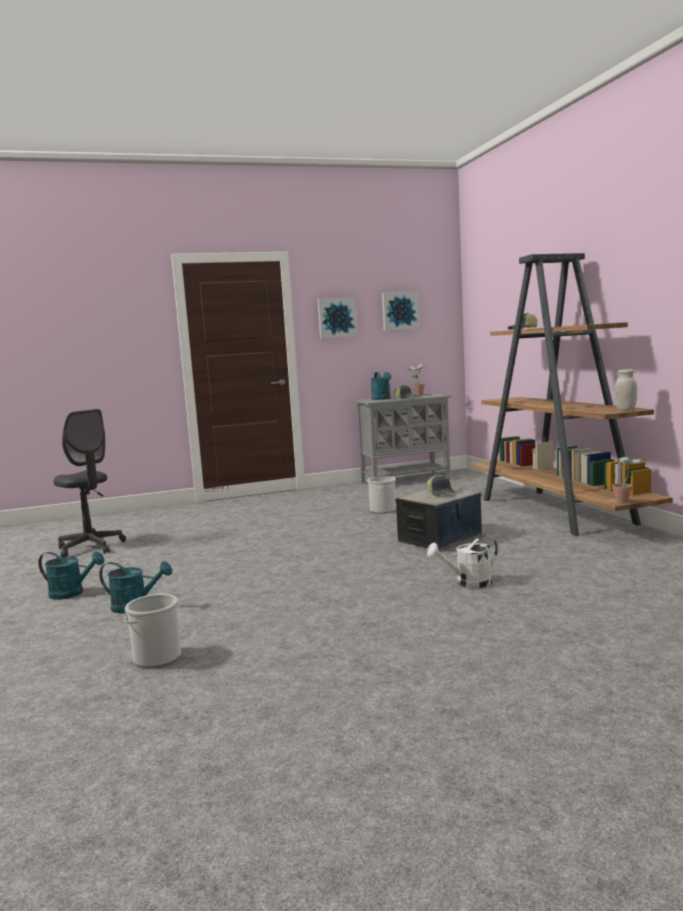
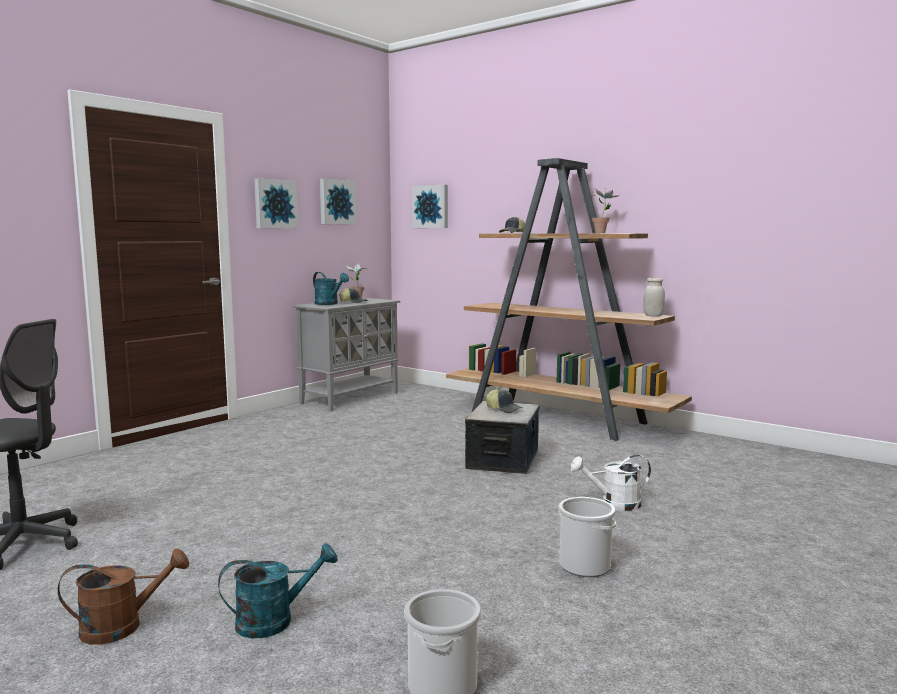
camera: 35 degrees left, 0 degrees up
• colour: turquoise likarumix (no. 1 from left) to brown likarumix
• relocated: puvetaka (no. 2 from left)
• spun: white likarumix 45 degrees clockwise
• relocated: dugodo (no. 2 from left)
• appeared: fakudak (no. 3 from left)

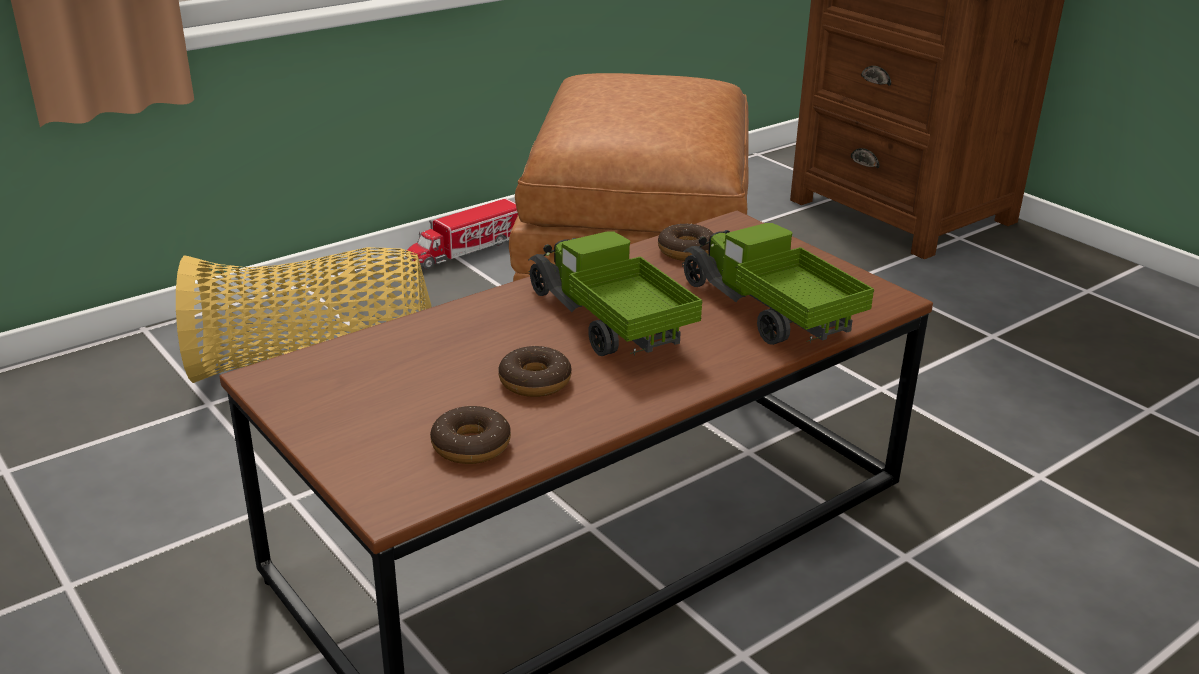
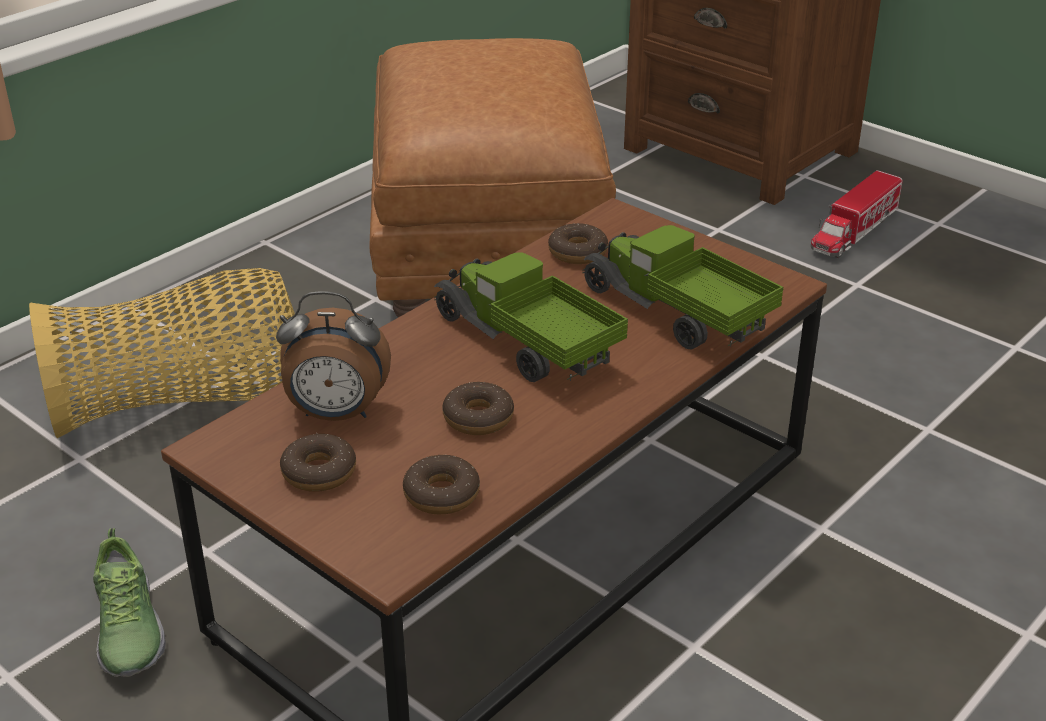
camera: 10 degrees left, 5 degrees up
• relocated: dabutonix (no. 1 from left in the first image) to dabutonix (no. 3 from left)
• appeared: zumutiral
• appeared: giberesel
• appeared: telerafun (no. 1 from left)

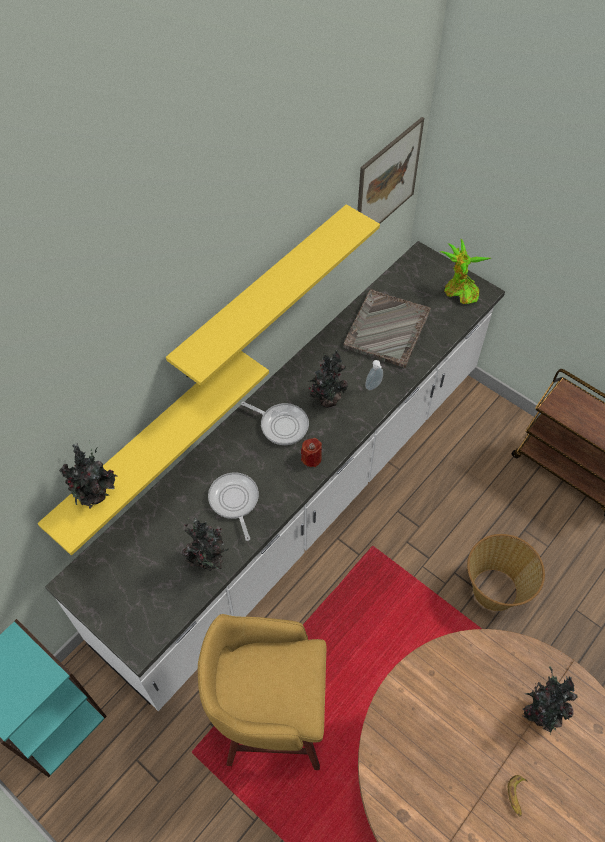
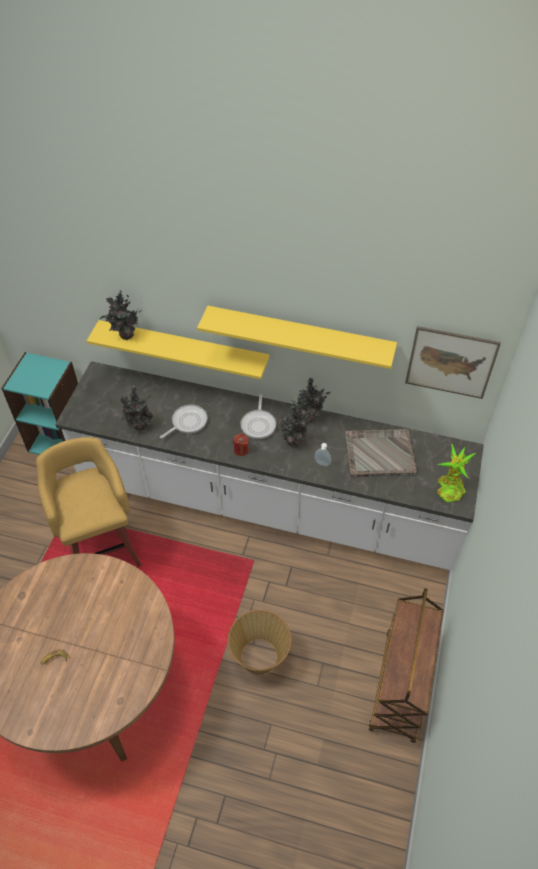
camera: 65 degrees right, 5 degrees down
• relocated: dugodo (no. 5 from left in the first image) to dugodo (no. 4 from left)

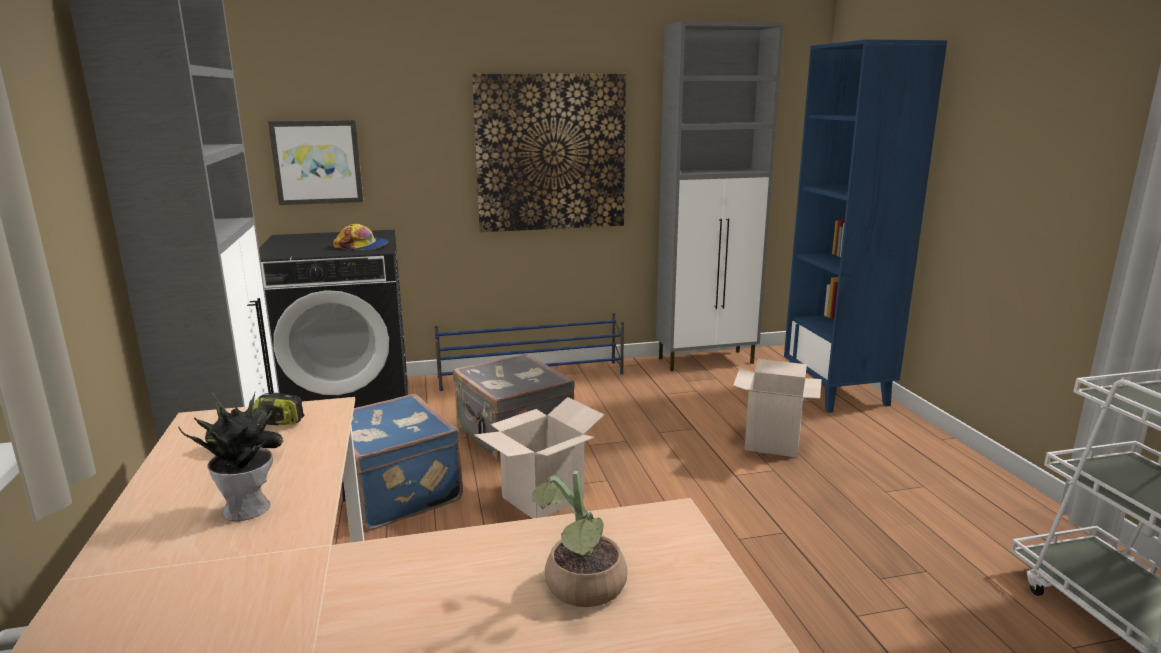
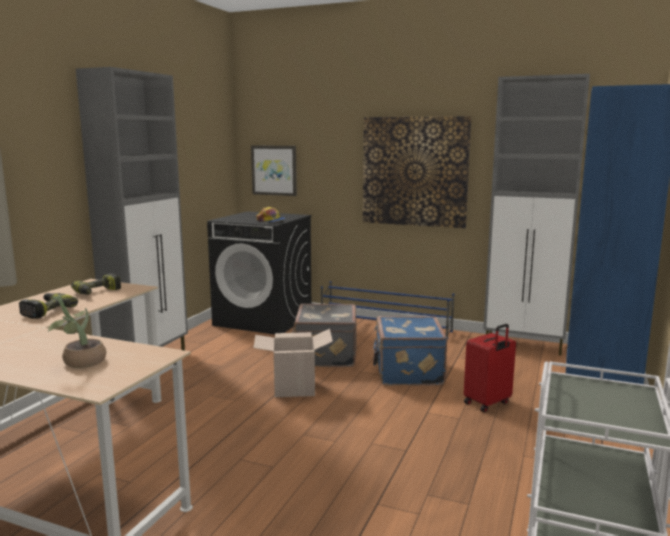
camera: 35 degrees right, 5 degrees down
• exchanged: dugodo (no. 1 from left) to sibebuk (no. 1 from left)
• relocated: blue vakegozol
• exchanged: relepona (no. 2 from left) to red vakegozol

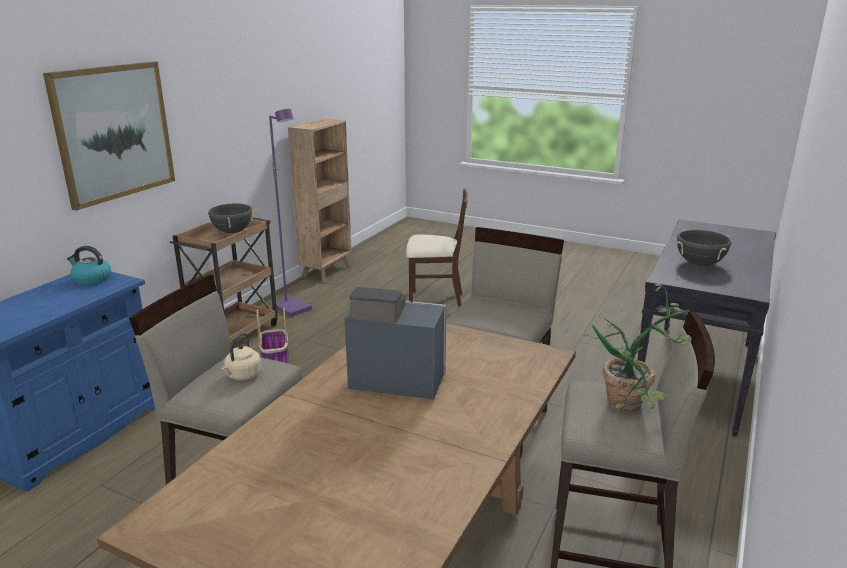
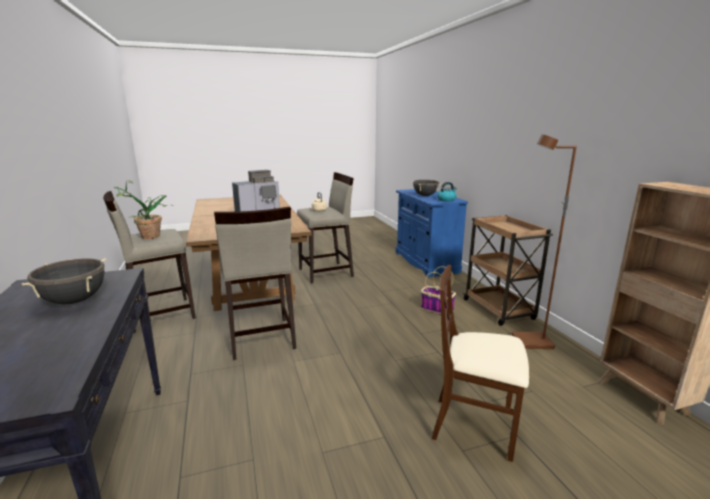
camera: 135 degrees right, 5 degrees down
• missing: fakudak
• relocated: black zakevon (no. 1 from left in the first image) to black zakevon (no. 2 from left)
• colour: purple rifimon to brown rifimon
• spun: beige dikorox 60 degrees clockwise

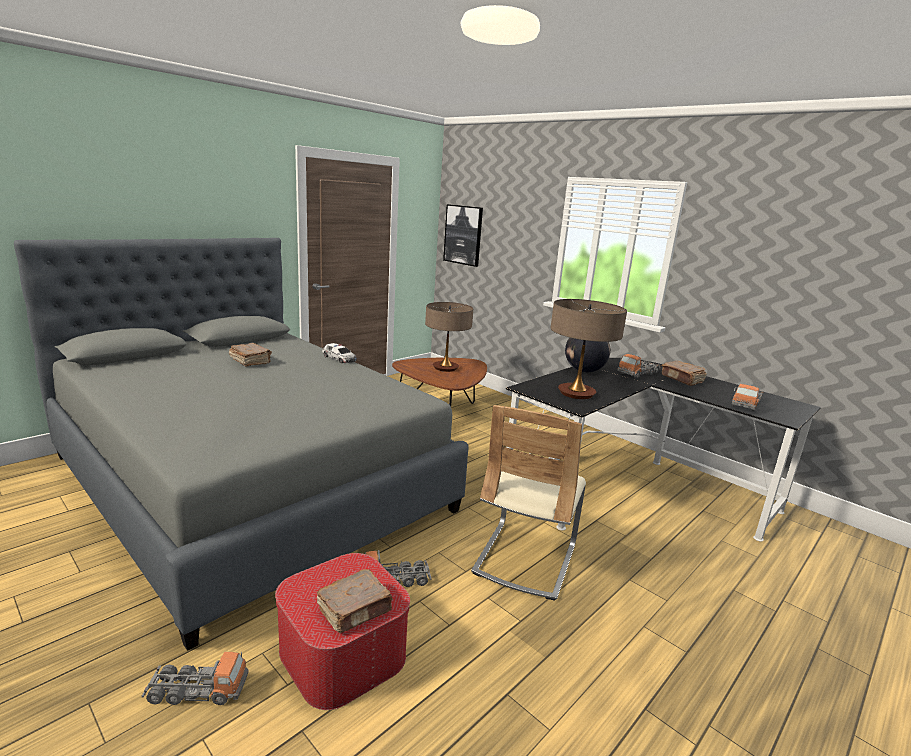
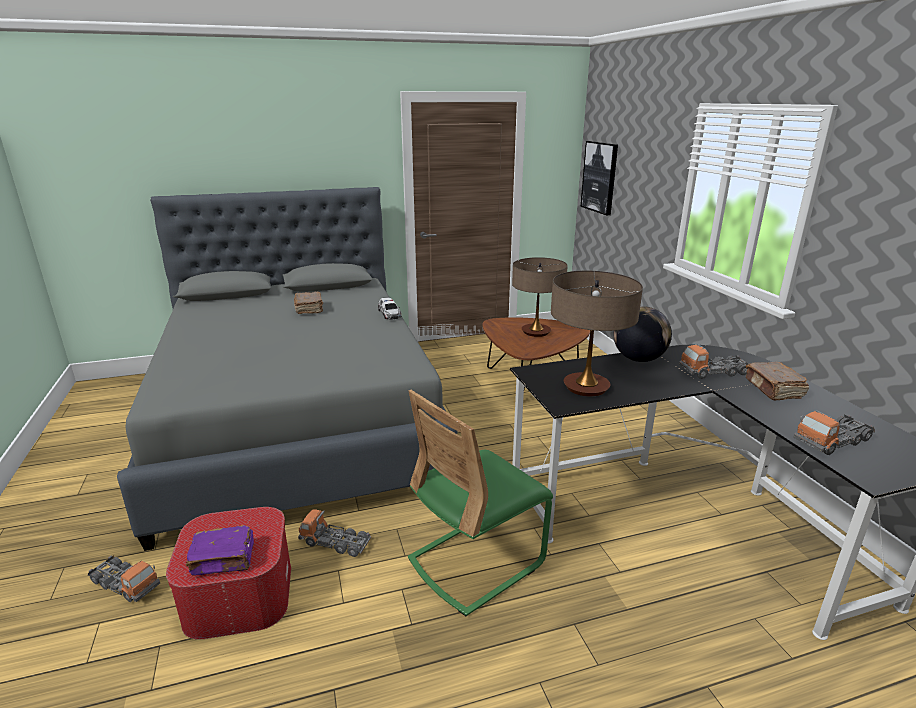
camera: 30 degrees right, 5 degrees up
• colour: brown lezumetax (no. 2 from left) to purple lezumetax
• colour: beige dikorox to green dikorox

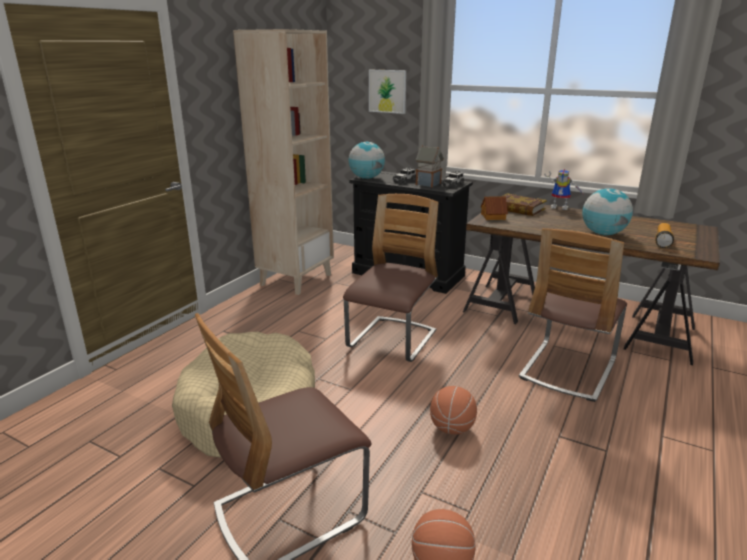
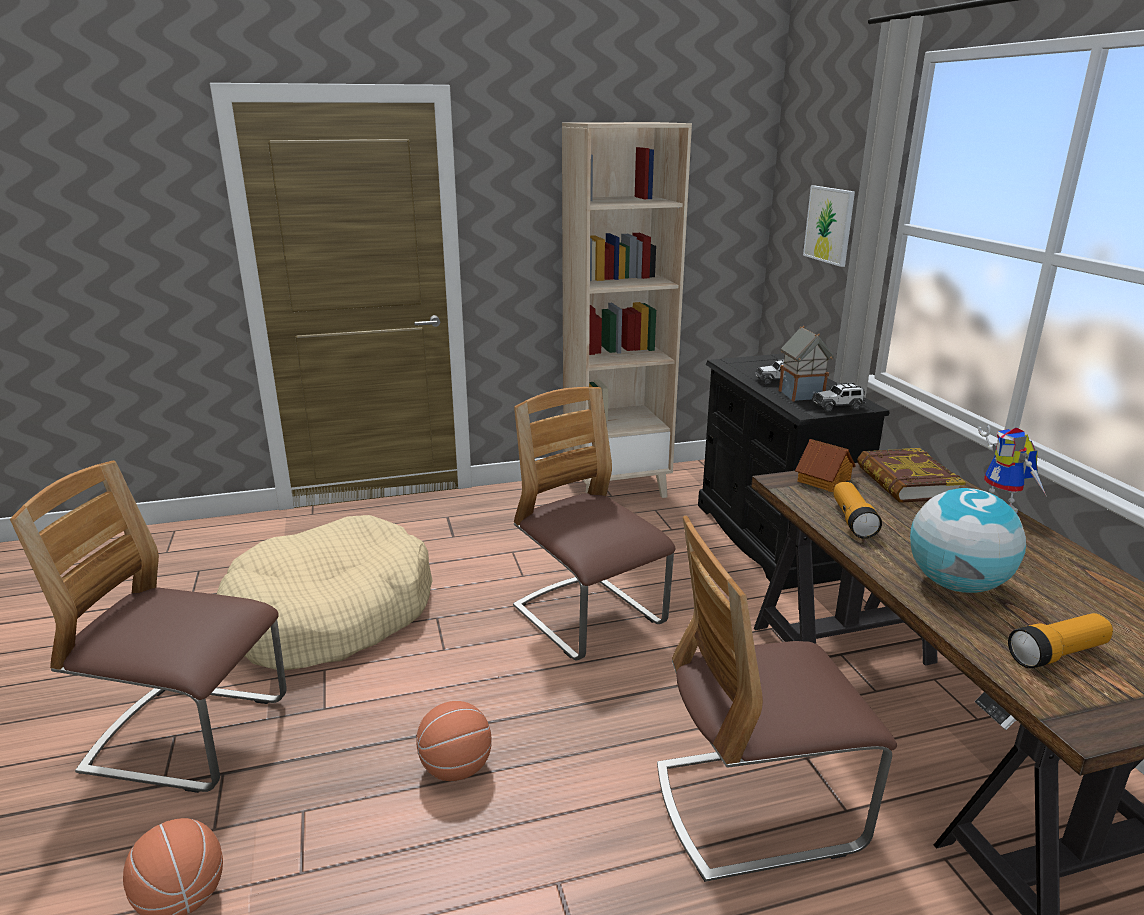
camera: 45 degrees right, 0 degrees up
• spun: dikorox (no. 2 from left) 105 degrees counterclockwise
• missing: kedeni (no. 1 from left)
• appeared: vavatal (no. 1 from left)

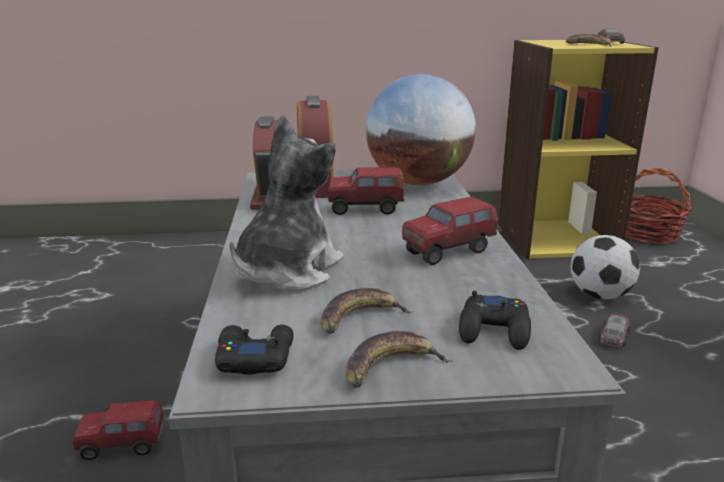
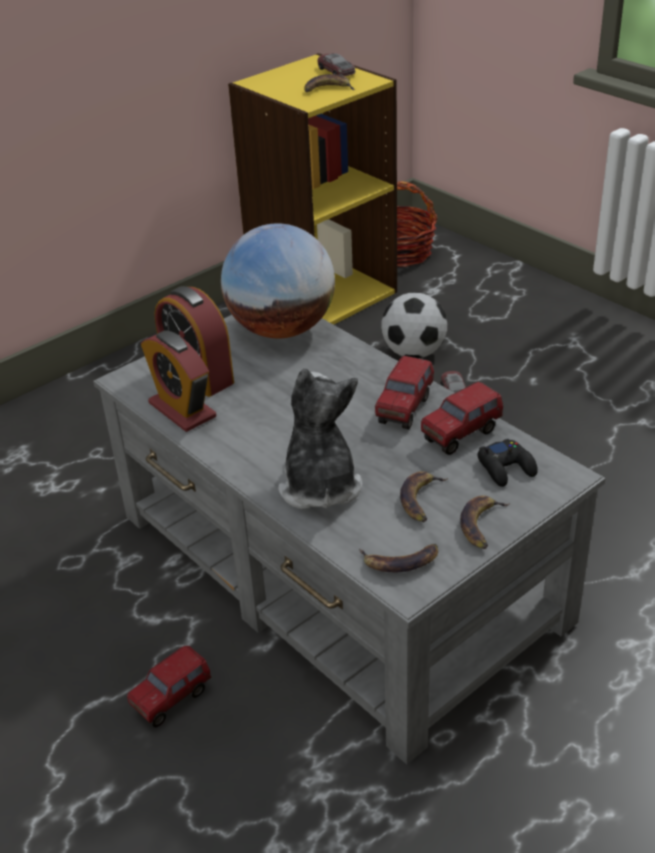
camera: 35 degrees left, 15 degrees up
• exchanged: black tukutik (no. 1 from left) to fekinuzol (no. 2 from left)
• relocated: dabutonix (no. 2 from left in the first image) to dabutonix (no. 3 from left)

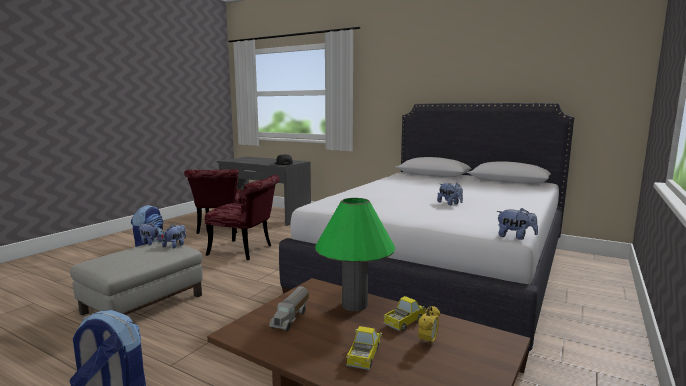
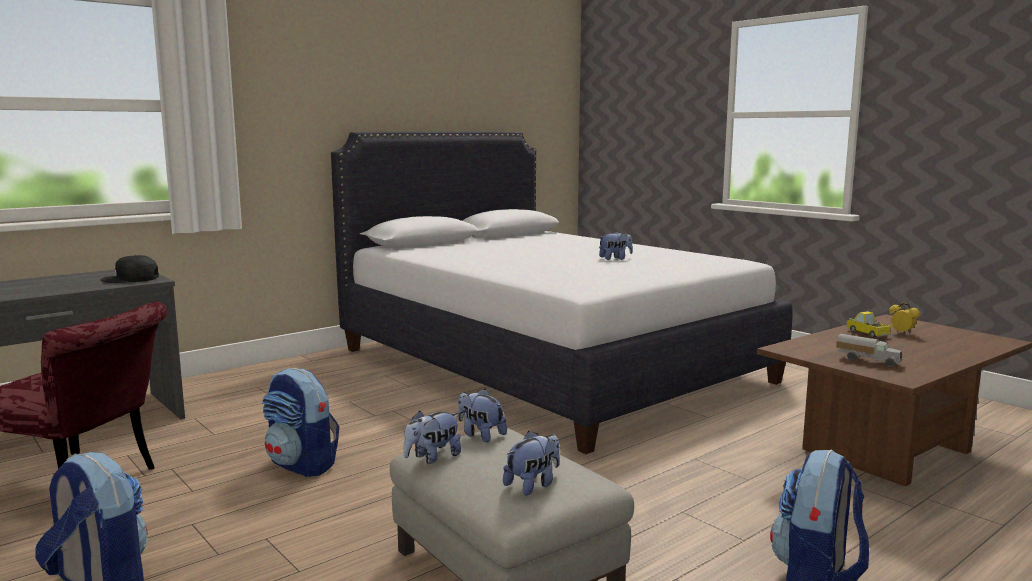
camera: 70 degrees left, 0 degrees up
• exchanged: red dikorox (no. 2 from left) to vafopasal (no. 2 from left)
• missing: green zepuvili
• missing: dabutonix (no. 2 from left)
• relocated: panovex (no. 4 from left in the first image) to panovex (no. 3 from left)

